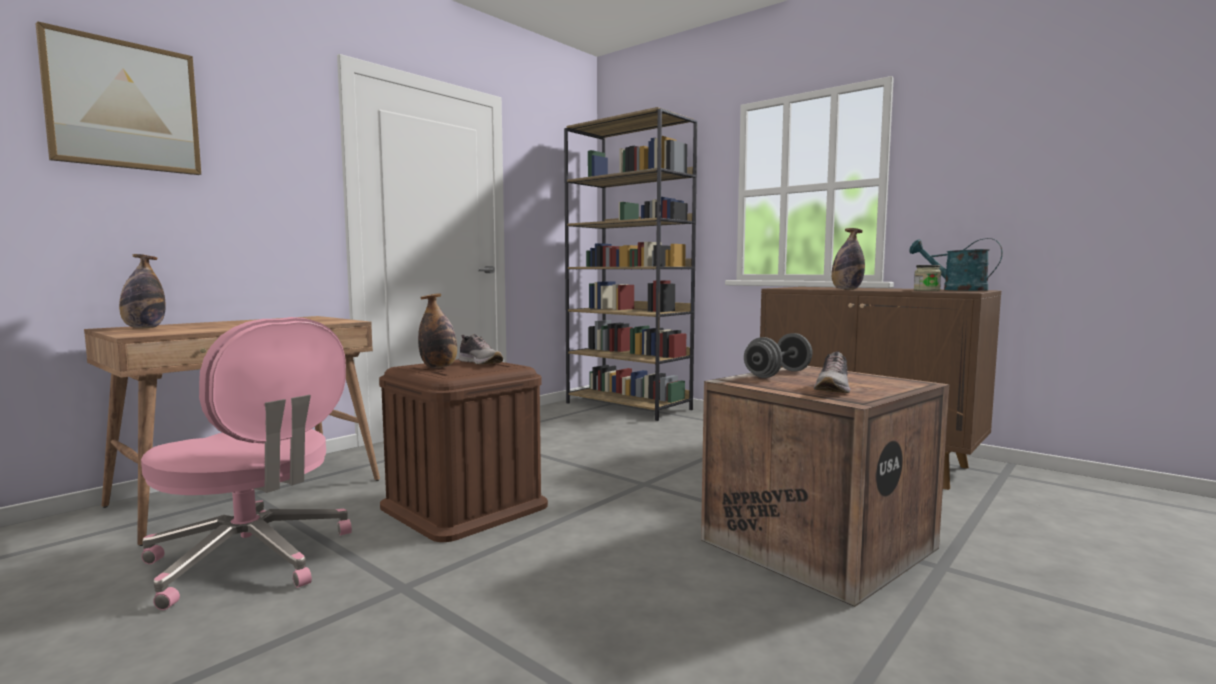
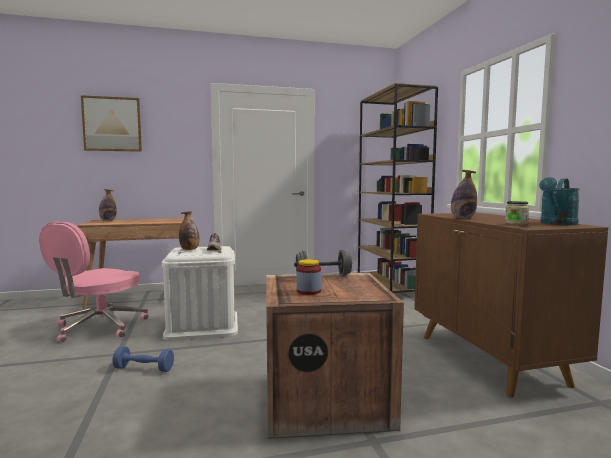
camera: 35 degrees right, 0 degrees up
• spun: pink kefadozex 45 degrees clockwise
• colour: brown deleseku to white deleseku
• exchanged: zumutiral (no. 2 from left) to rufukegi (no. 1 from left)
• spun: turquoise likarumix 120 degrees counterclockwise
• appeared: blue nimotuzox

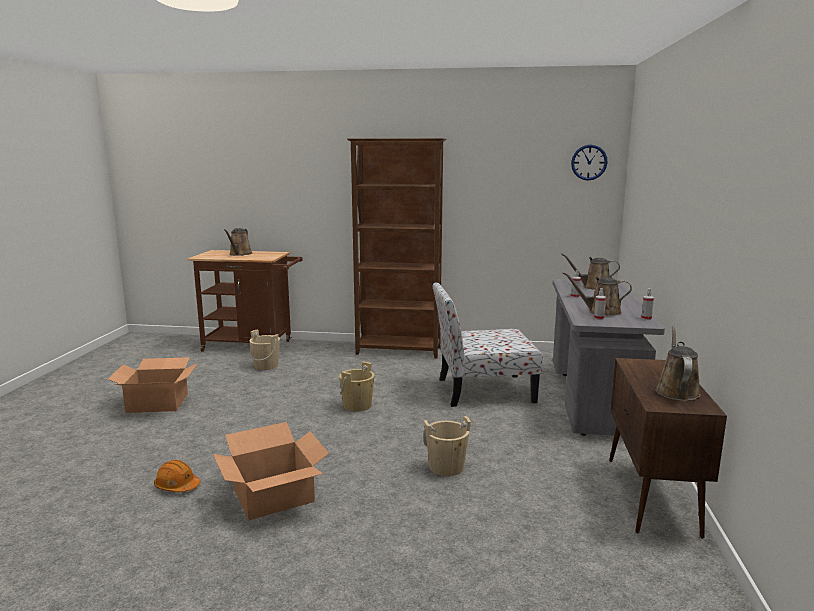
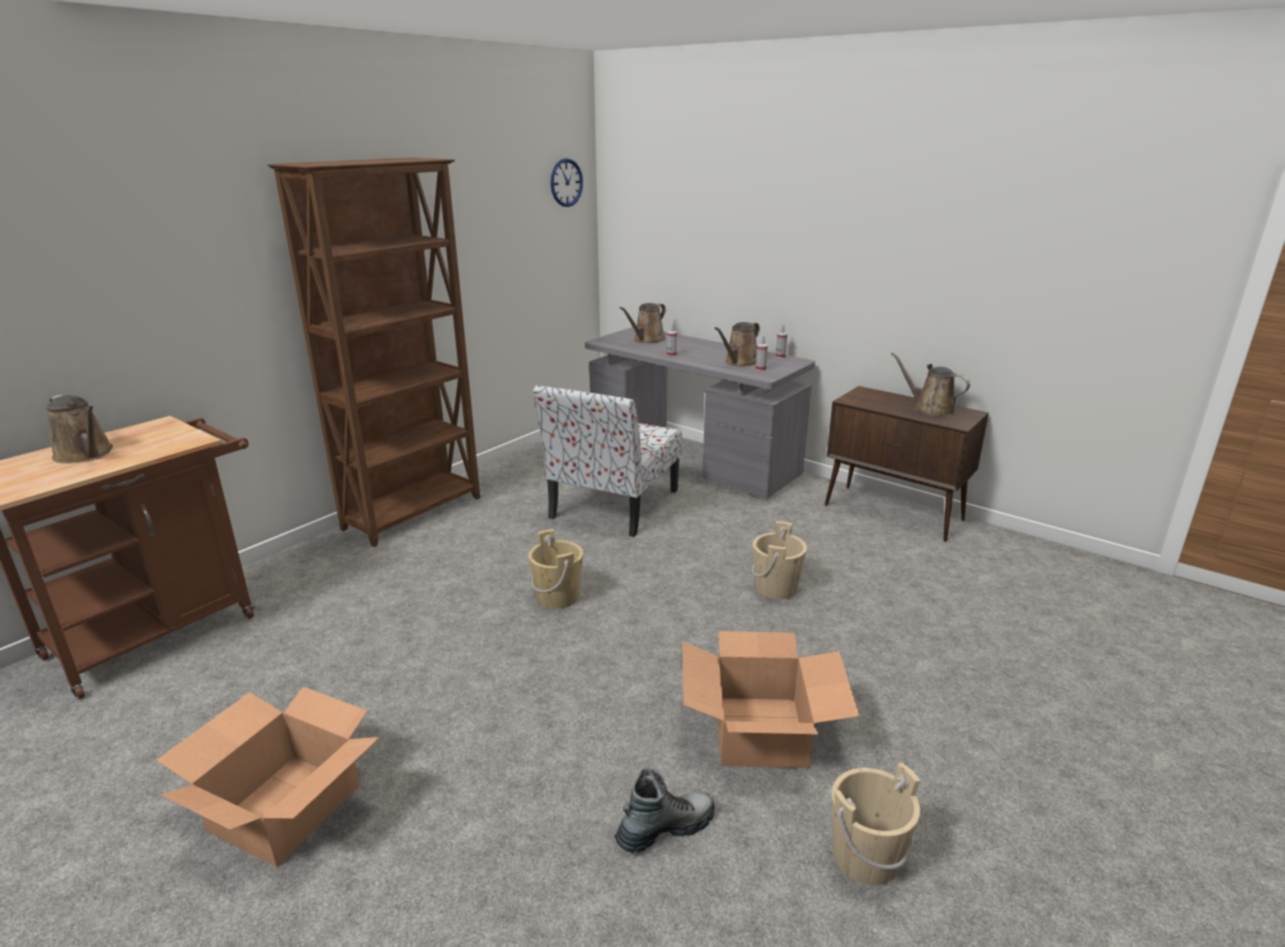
camera: 60 degrees left, 10 degrees up
• exchanged: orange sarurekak to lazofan
• relocated: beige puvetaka (no. 1 from left in the first image) to beige puvetaka (no. 3 from left)

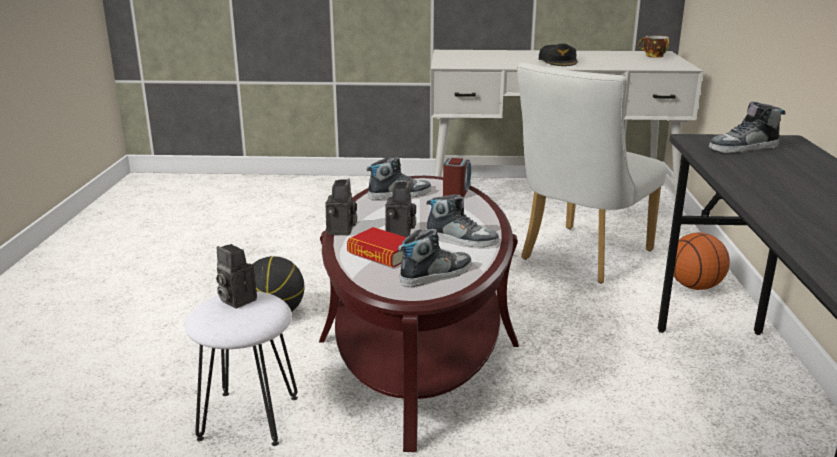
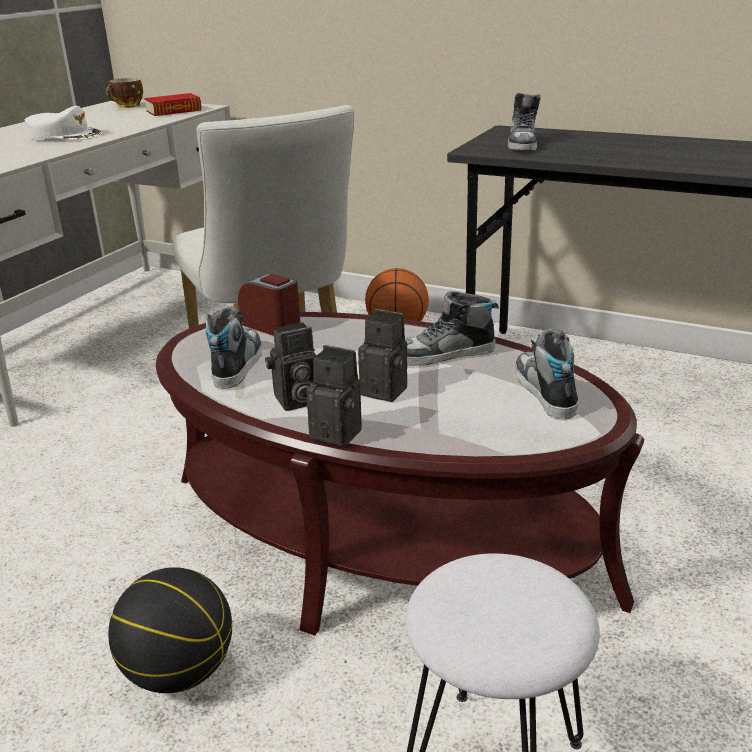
camera: 65 degrees left, 5 degrees up
• relocated: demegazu (no. 1 from left)
• relocated: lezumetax
• spun: zumutiral (no. 3 from left in the first image) 150 degrees counterclockwise
• colour: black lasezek to white lasezek

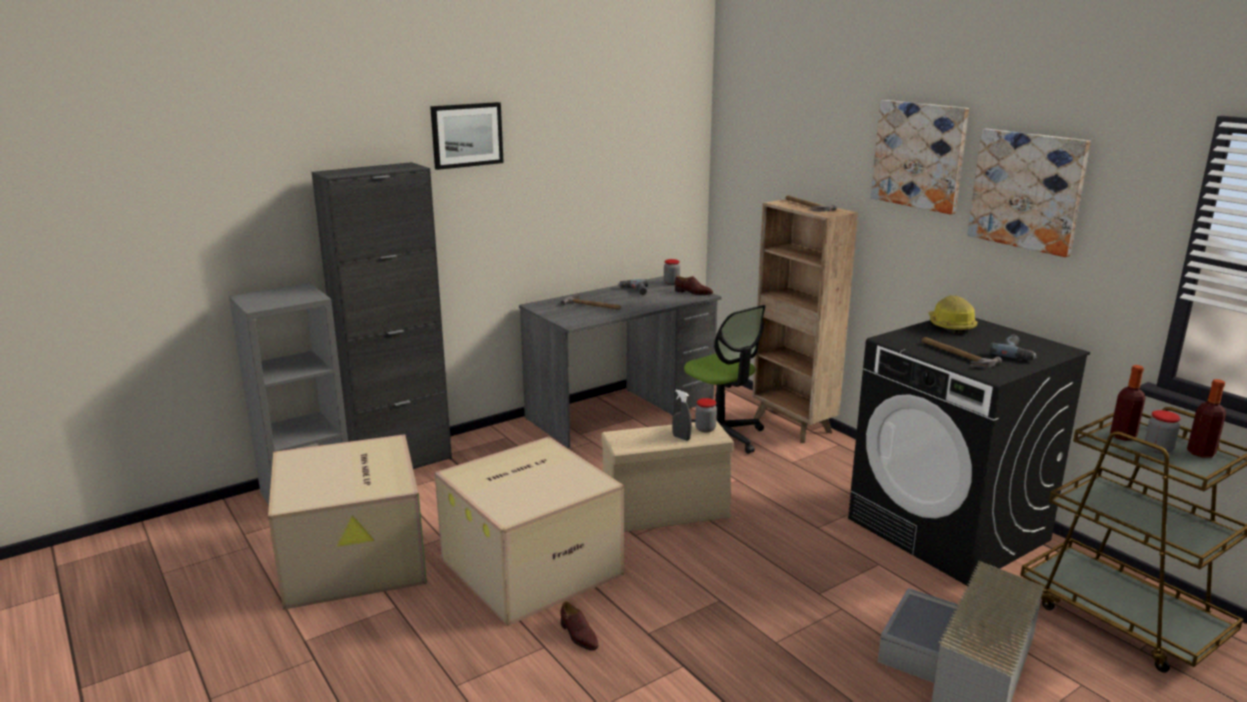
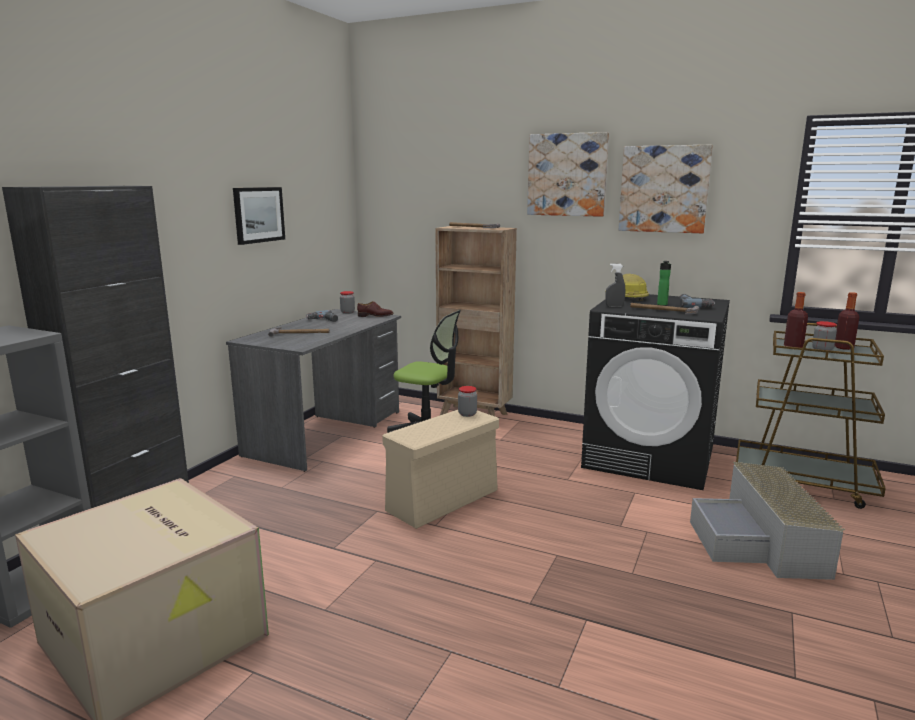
camera: 30 degrees left, 5 degrees down
• relocated: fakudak (no. 1 from left)
• missing: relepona (no. 2 from left)
• missing: brown zumutiral (no. 1 from left)
• relocated: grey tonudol
• appeared: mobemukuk (no. 1 from left)

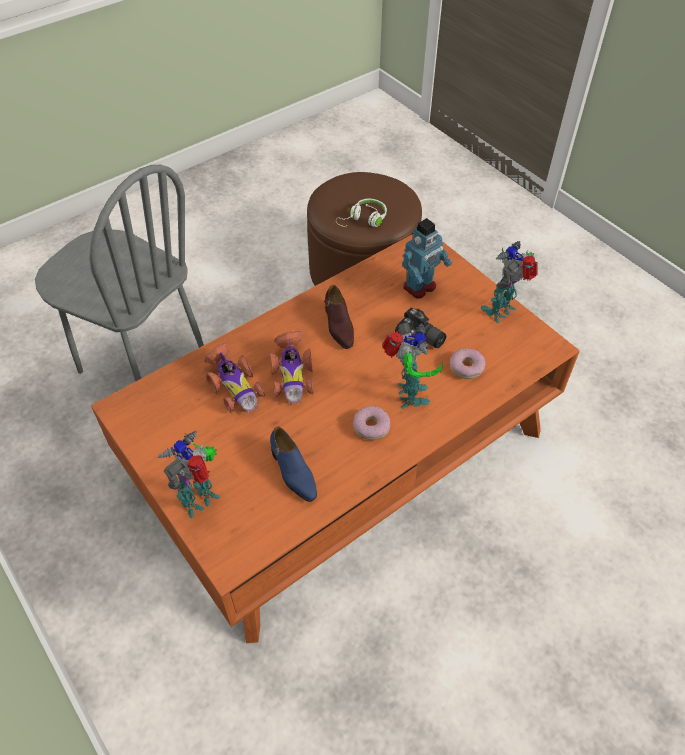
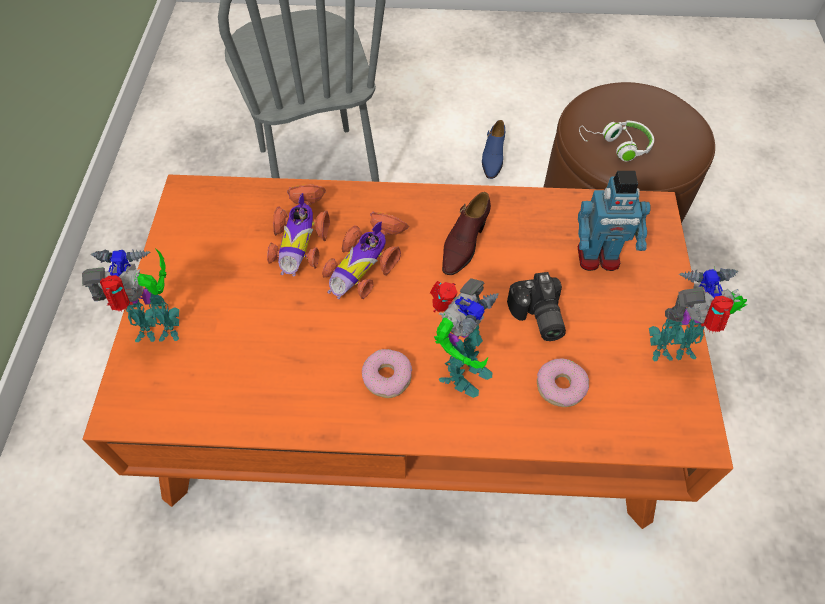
camera: 40 degrees right, 5 degrees up
• relocated: blue zumutiral

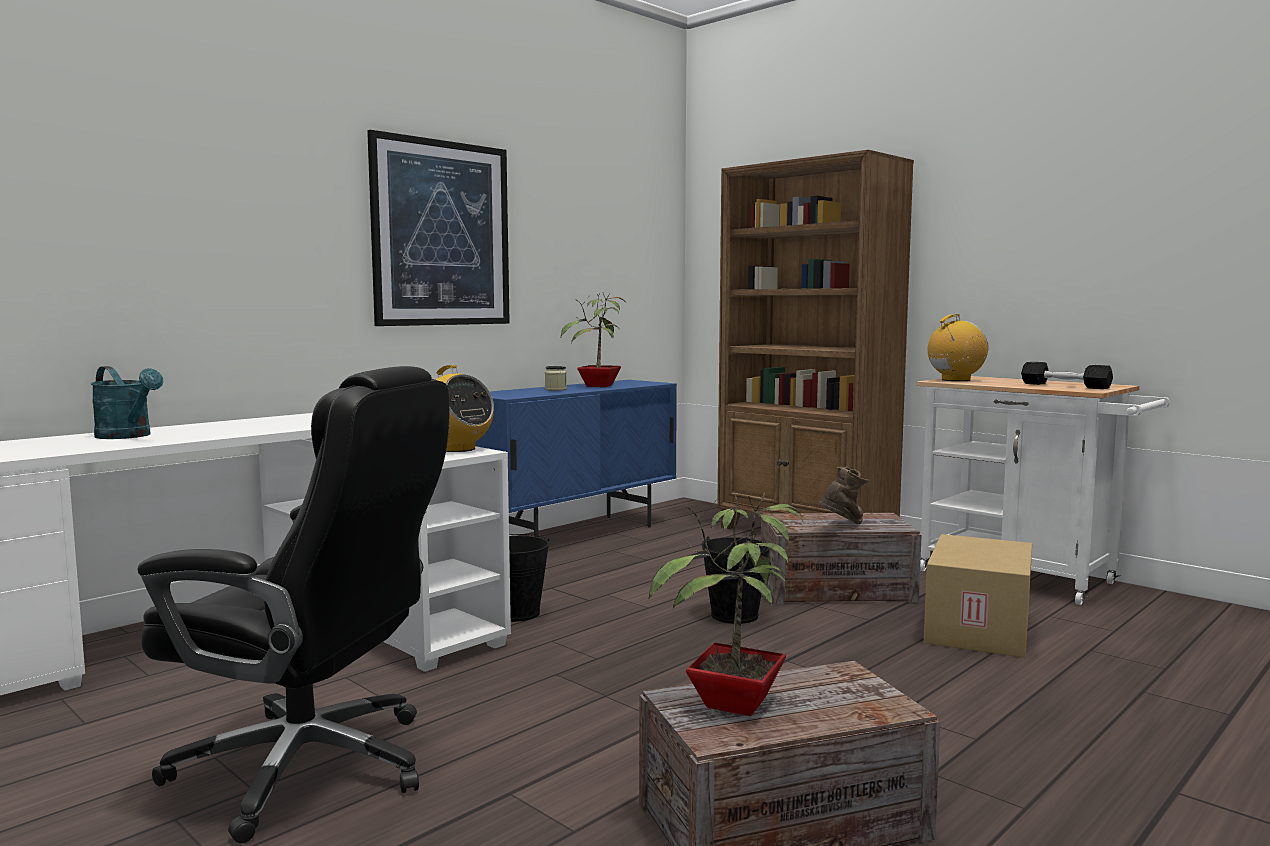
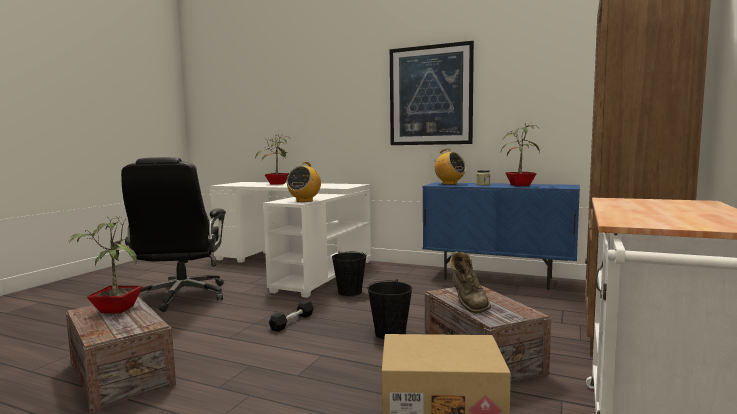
camera: 70 degrees right, 0 degrees up
• exchanged: turquoise likarumix to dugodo (no. 2 from left)
• spun: brown lazofan 60 degrees clockwise
• relocated: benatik (no. 2 from left)
• relocated: black nimotuzox

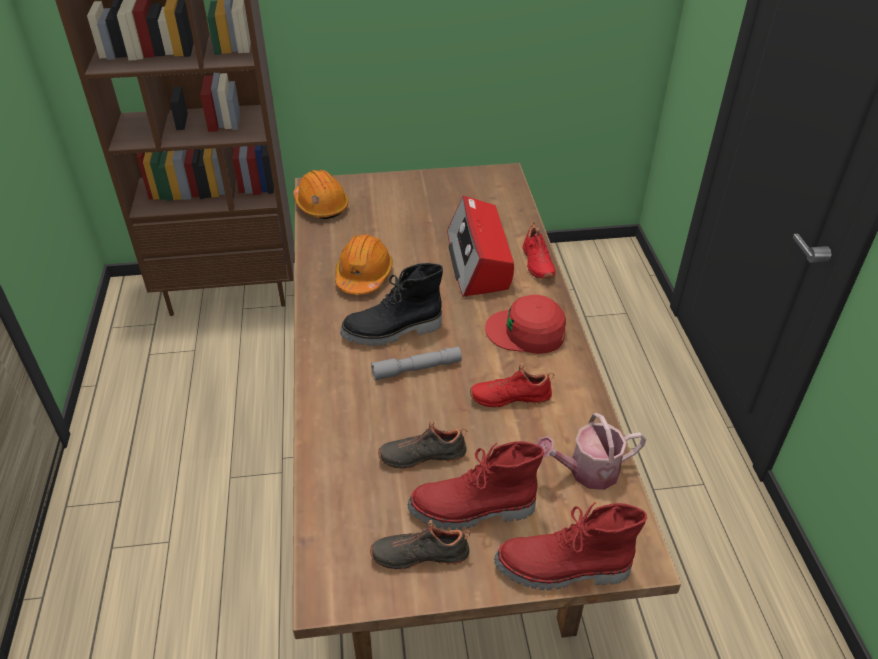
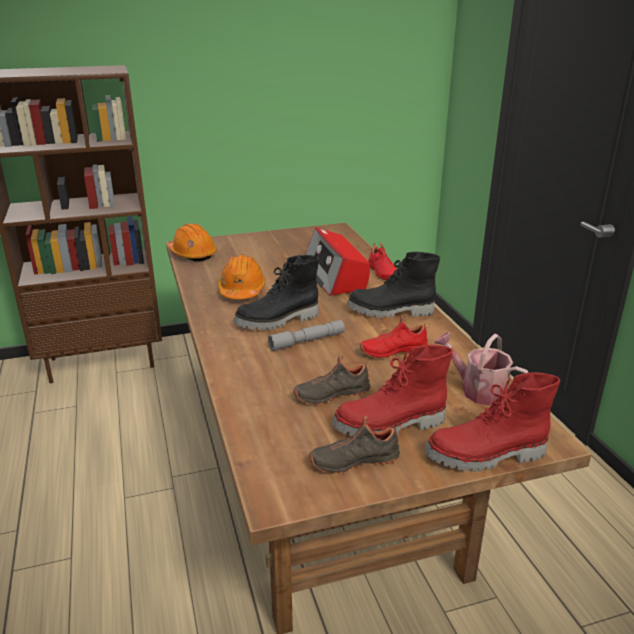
camera: 10 degrees left, 15 degrees down
• exchanged: red lasezek to black lazofan (no. 2 from left)
• spun: likarumix 60 degrees clockwise

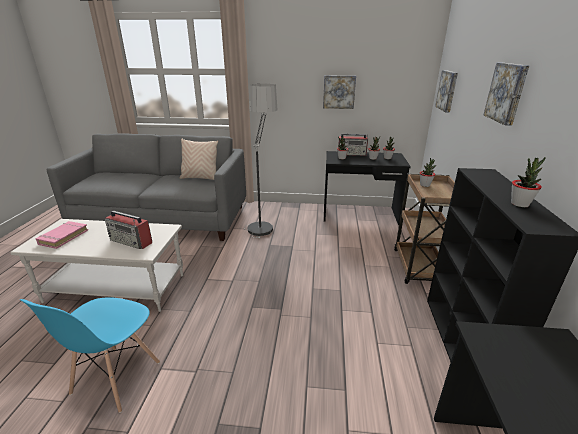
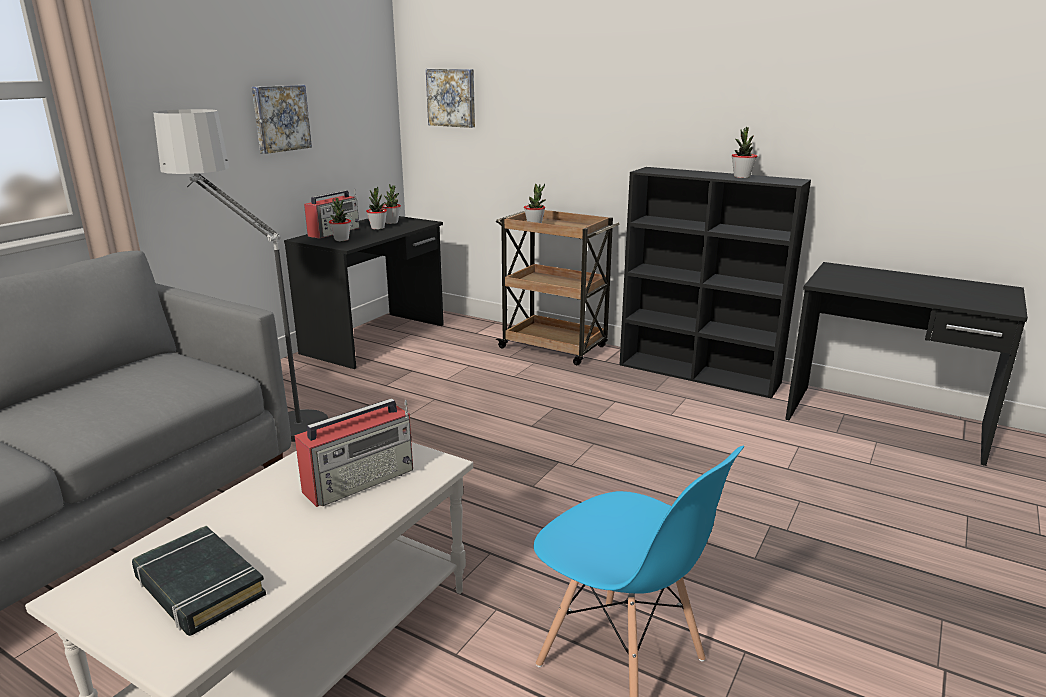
camera: 65 degrees left, 5 degrees down
• colour: pink lezumetax to black lezumetax
• missing: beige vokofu
• missing: fakudak (no. 3 from left)

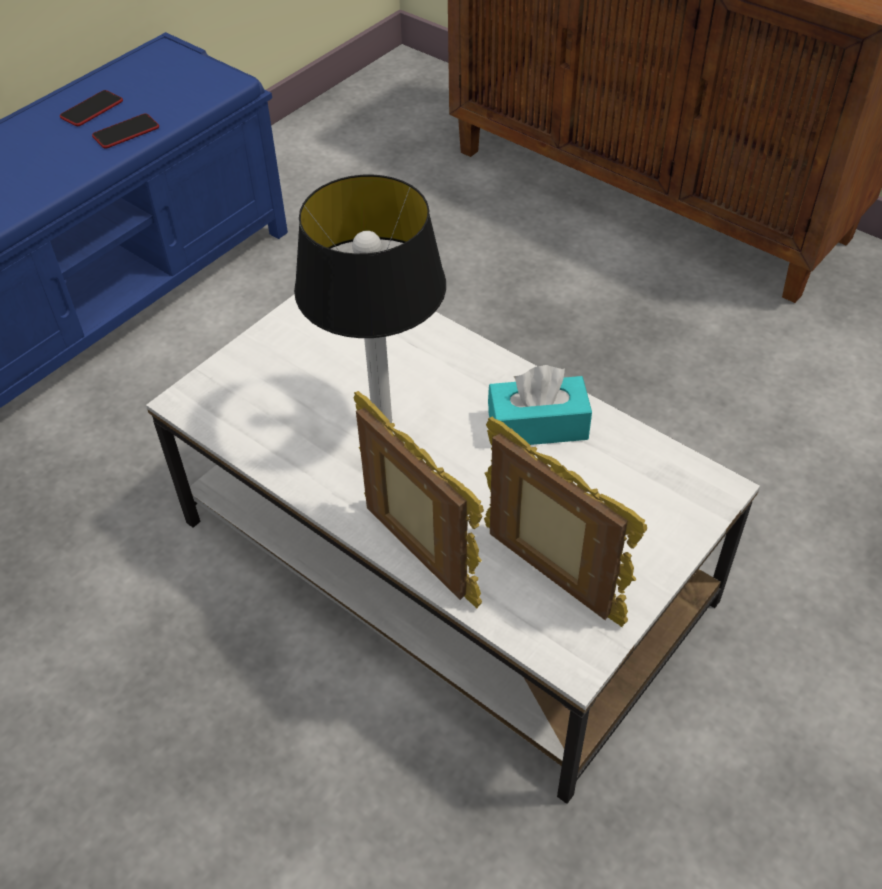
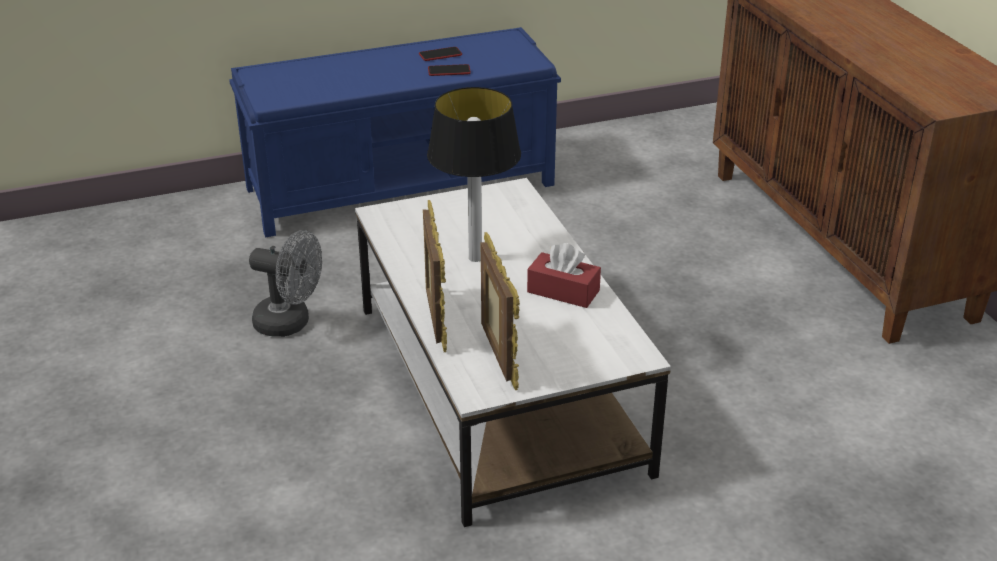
camera: 30 degrees right, 15 degrees down
• colour: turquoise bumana to red bumana
• appeared: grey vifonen

